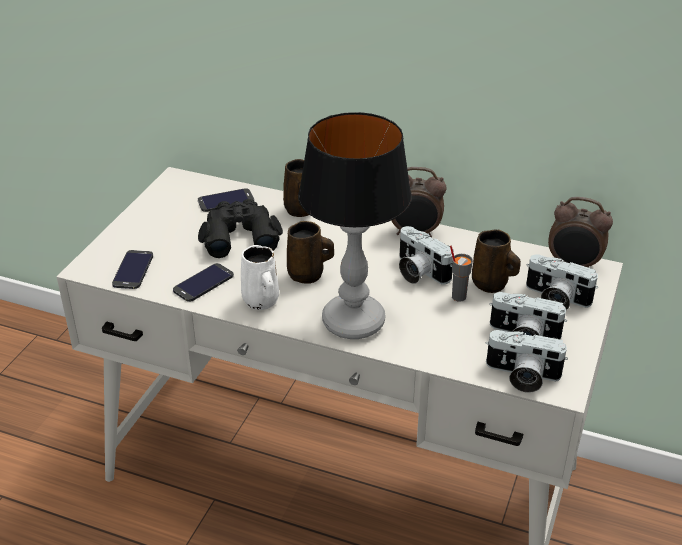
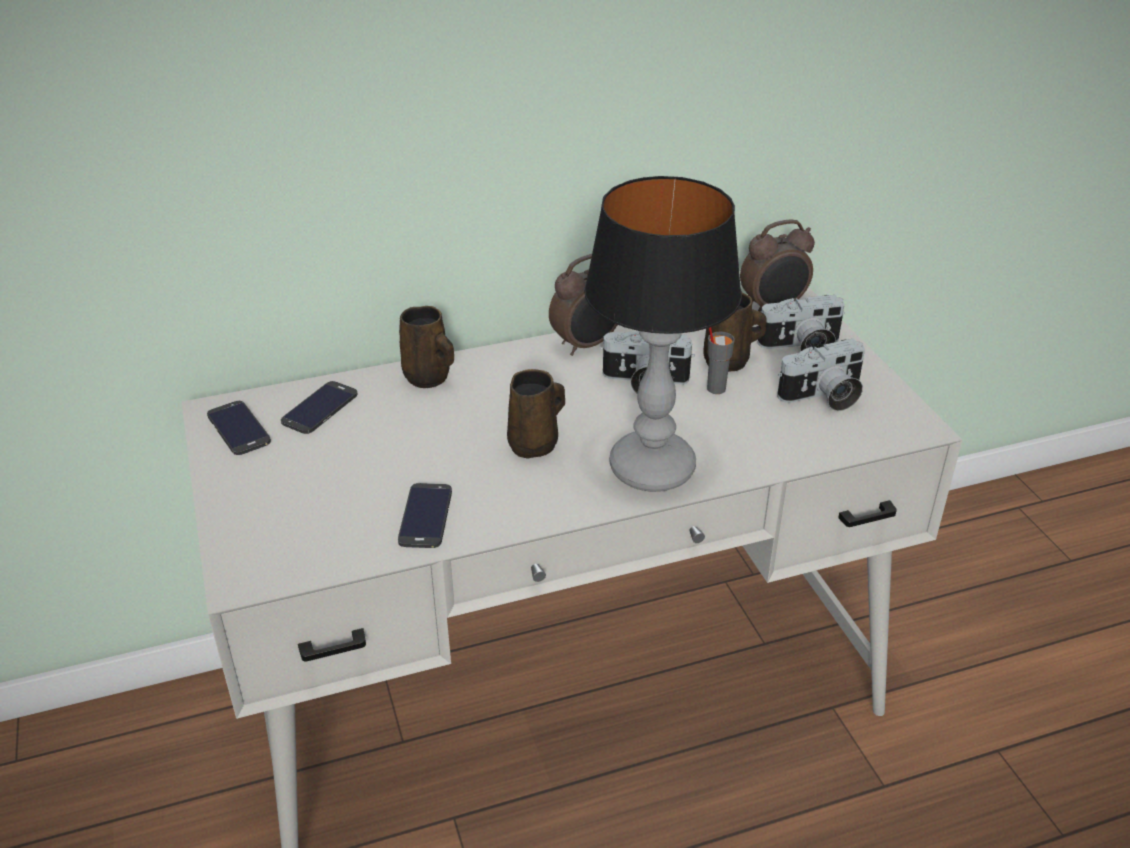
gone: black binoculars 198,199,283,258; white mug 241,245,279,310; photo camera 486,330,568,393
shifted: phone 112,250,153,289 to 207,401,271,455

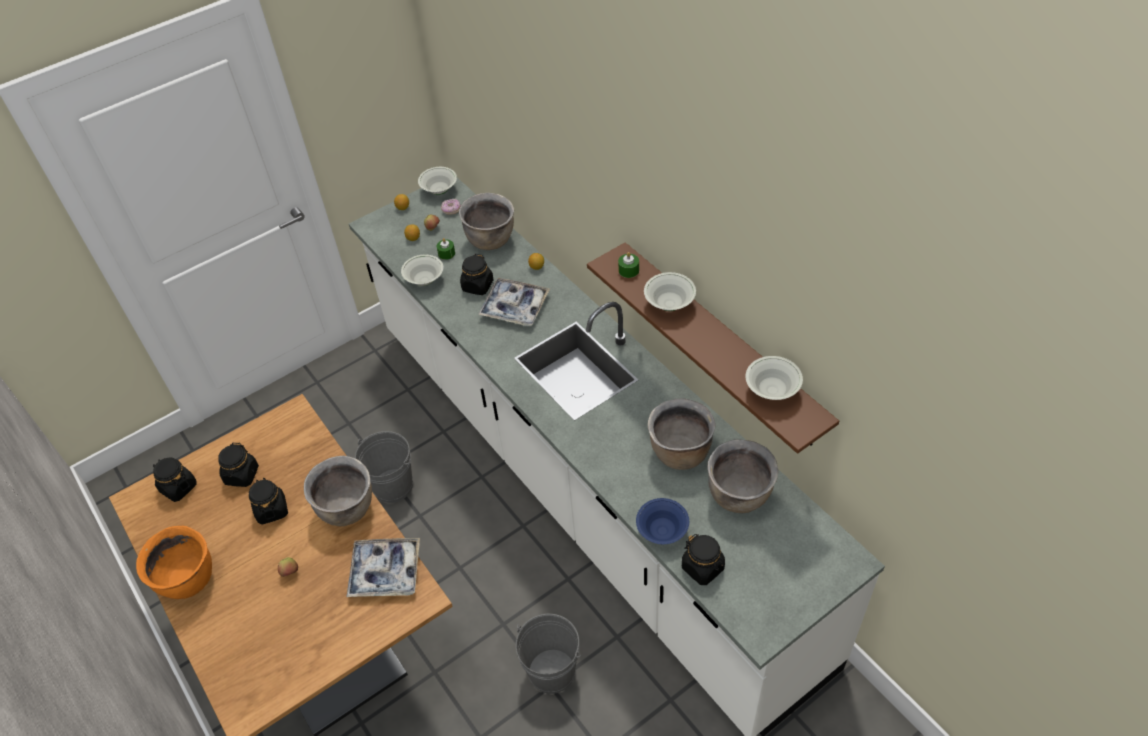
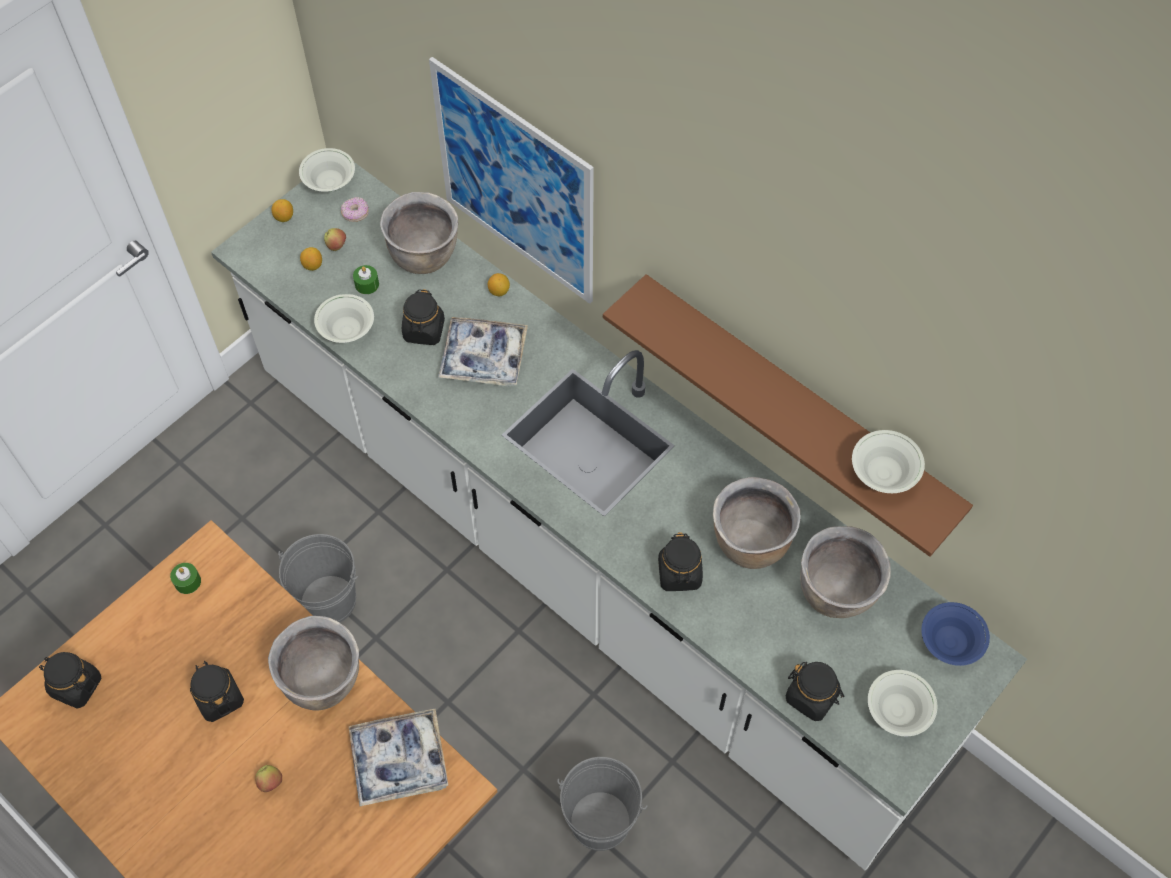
gone: orange cooking pot 136,526,212,599
new: picture 429,57,594,304
shifted: black jar 218,442,259,487 to 658,532,703,591; green candle 618,252,639,278 to 170,563,201,594; blue bowl 636,498,689,544 to 921,602,990,666; white bowl 644,272,696,311 to 868,670,937,736

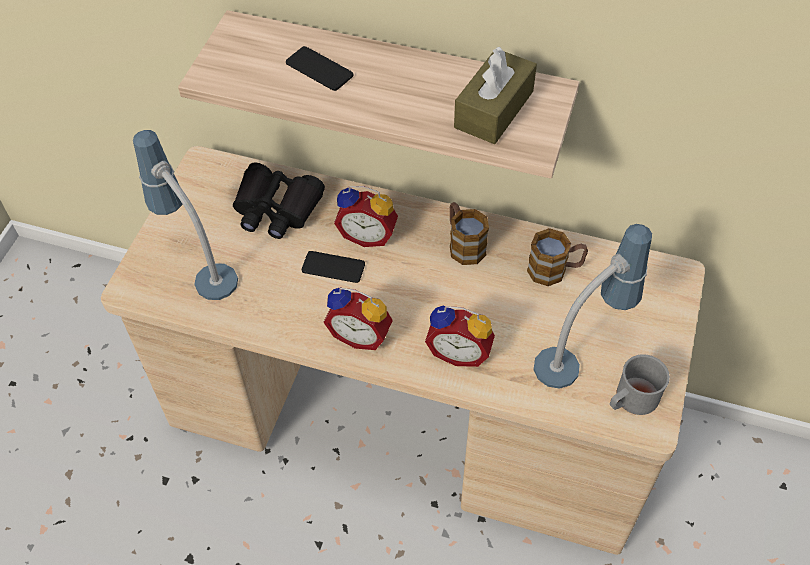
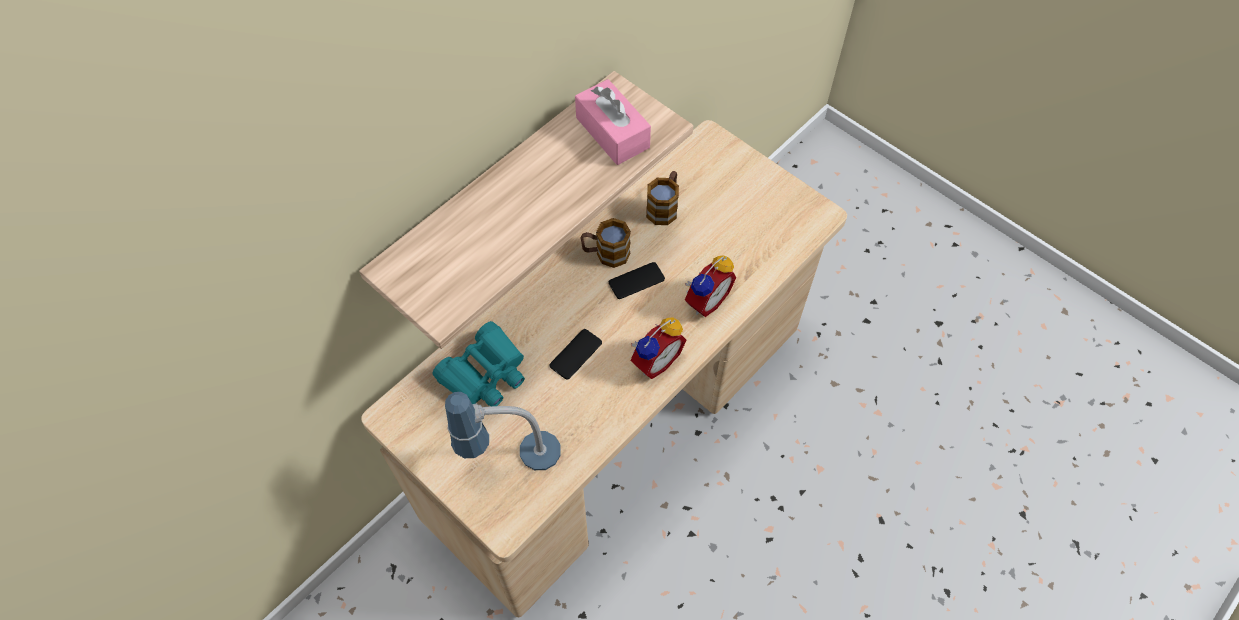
gone: alarm clock 334,186,398,247; table lamp 533,224,652,389; grey mug 610,354,670,415
shifted: phone 286,46,354,91 to 609,262,665,299
repainted: black binoculars 233,162,325,239 to turquoise binoculars 432,321,525,406; brown tissue box 454,47,537,144 to pink tissue box 575,79,651,165

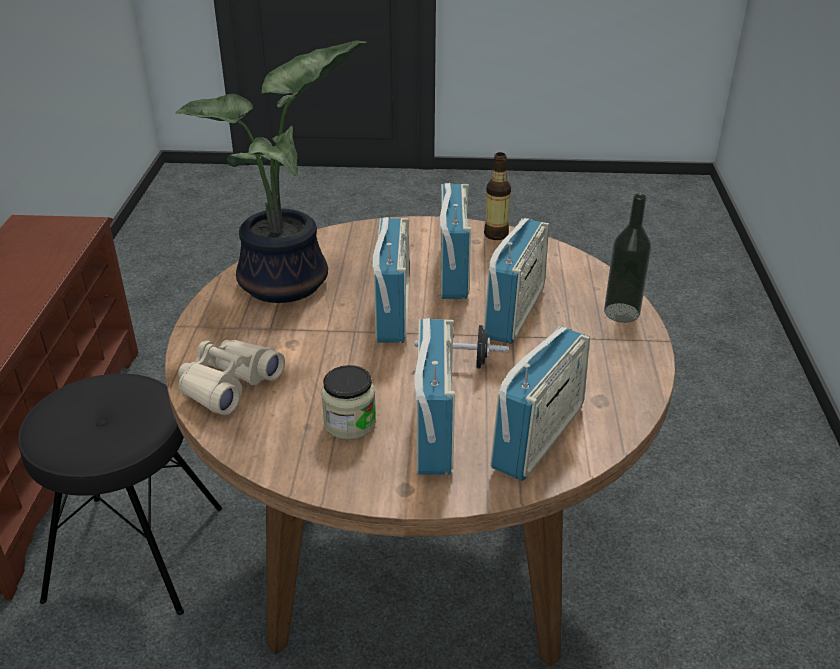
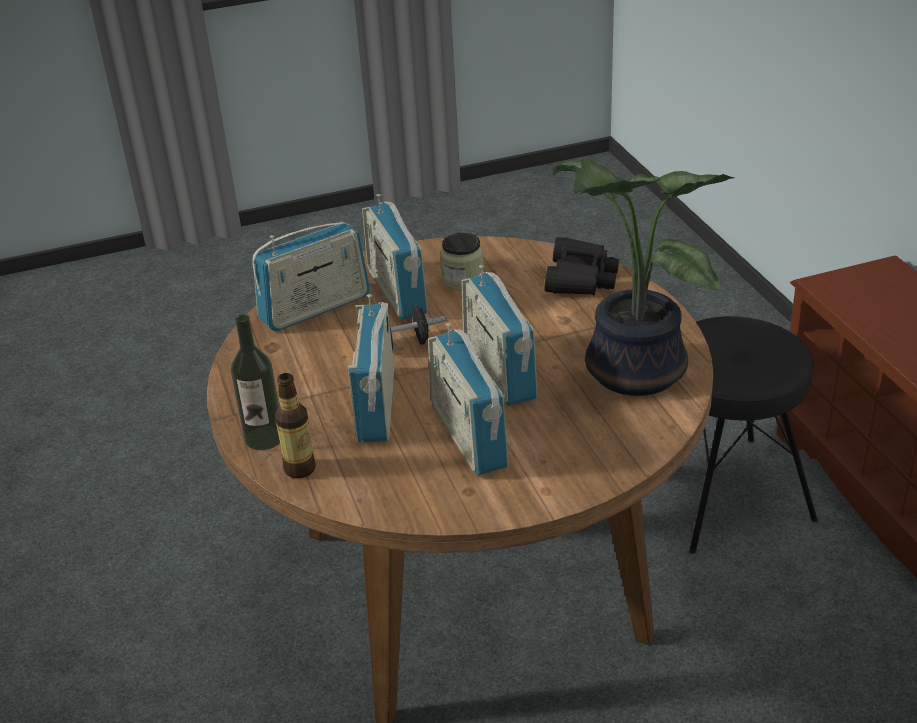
shifted: bottle 484,152,511,240 to 275,373,316,478
repainted: beige binoculars 178,340,285,415 to black binoculars 544,237,619,295
rotated: radio 490,326,590,481 = 253,222,370,331 135 degrees counterclockwise

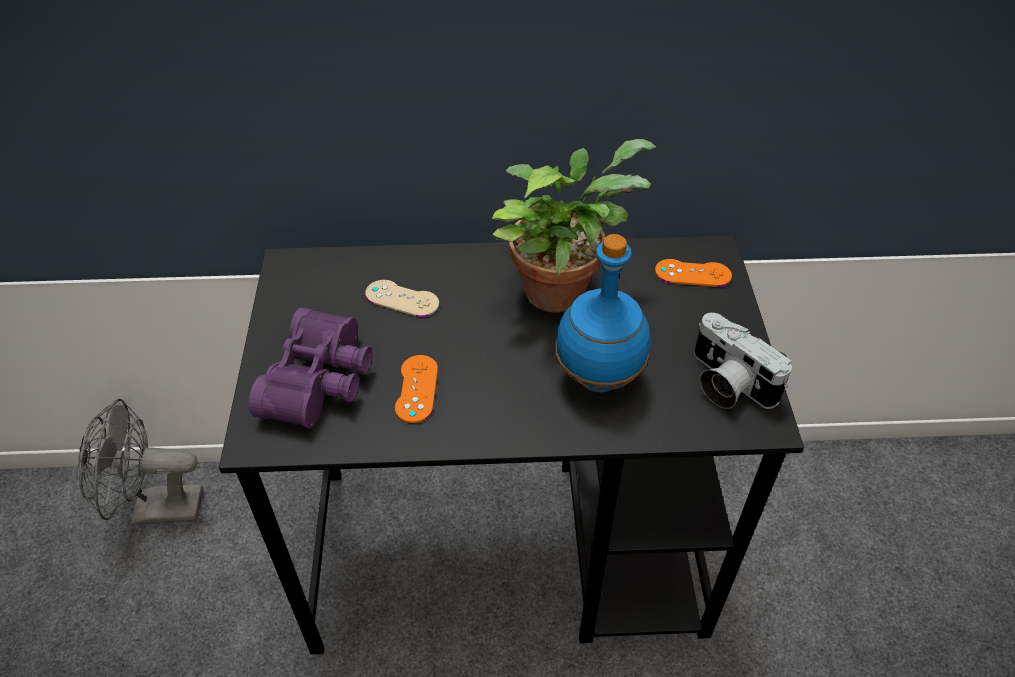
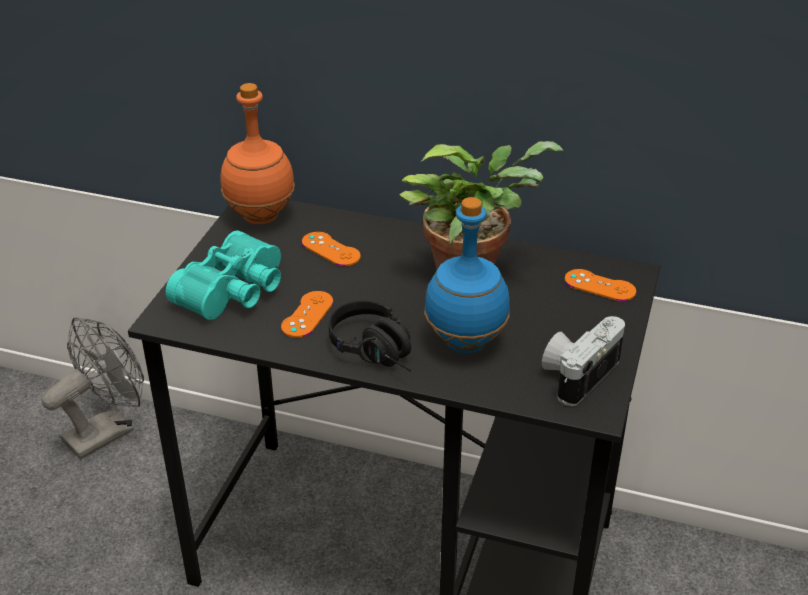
new: orange bottle 220,83,295,224; black headphones 329,301,411,371
repainted: purple binoculars 249,307,372,429 to turquoise binoculars 166,230,281,320; beige game controller 365,280,439,317 to orange game controller 302,232,361,266
rotated: grey fan 78,399,203,525 = 41,317,144,459 120 degrees clockwise; photo camera 694,313,792,409 = 542,316,625,406 60 degrees clockwise

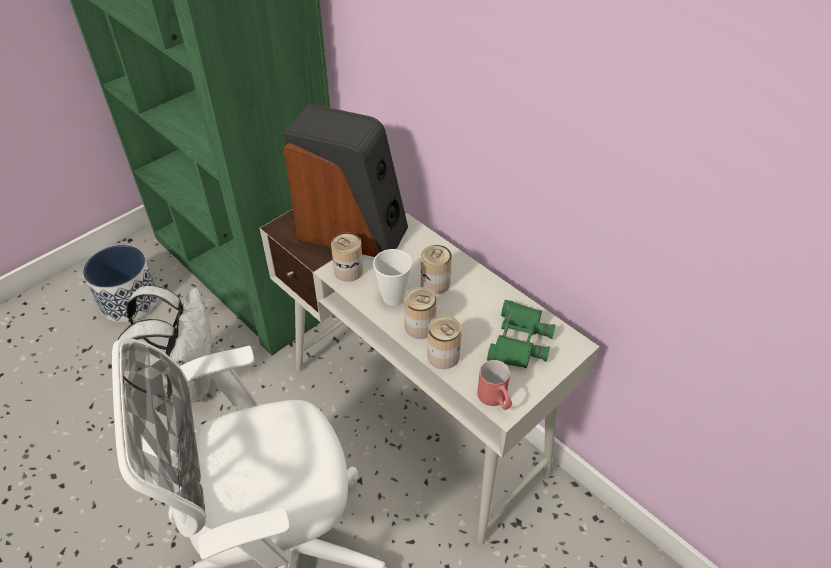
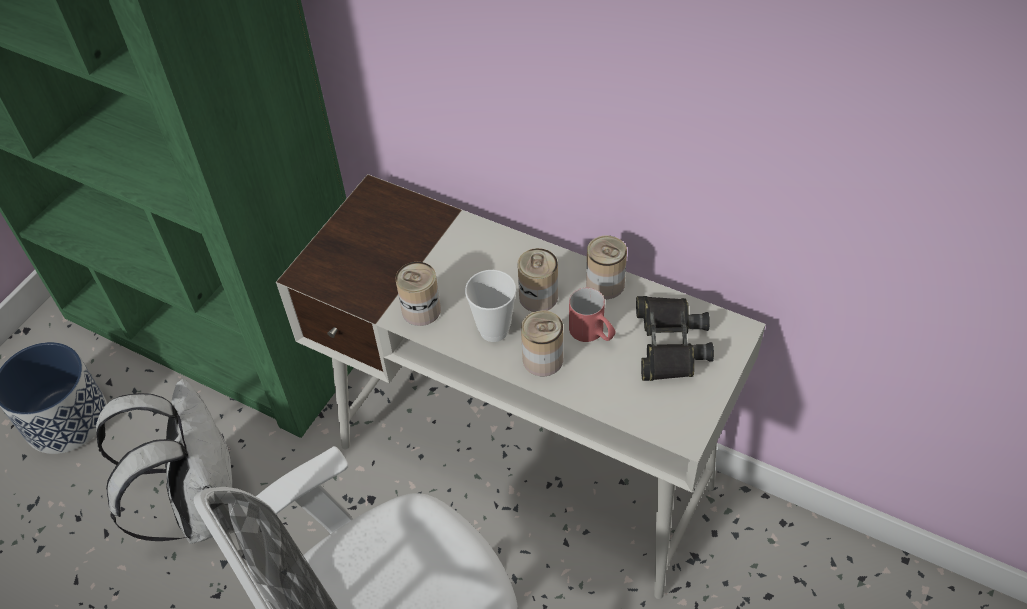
gone: speaker 283,103,408,257
shifted: can 427,316,462,369 to 586,235,627,299; red mug 477,360,512,410 to 569,288,616,342
repainted: green binoculars 487,300,555,368 to black binoculars 636,296,714,381

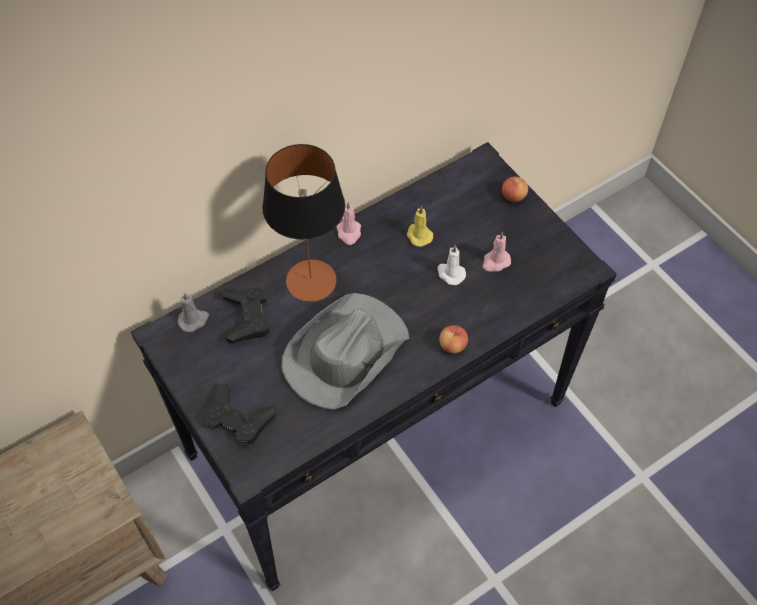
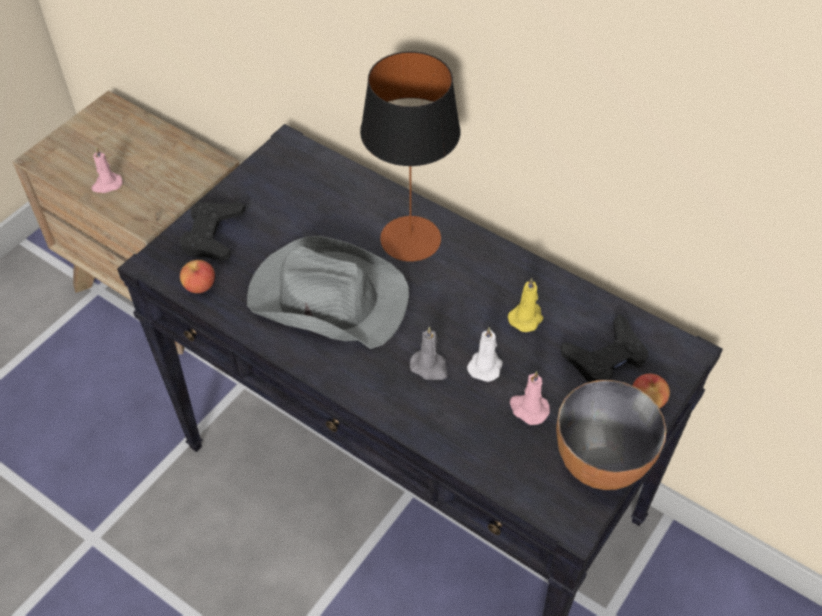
new: bowl 556,380,667,490
shifted: grey candle 178,292,209,332 to 410,326,448,380; black game controller 221,288,271,343 to 561,314,649,382; pink candle 336,202,361,245 to 92,147,123,193; apple 439,325,468,354 to 180,260,215,293

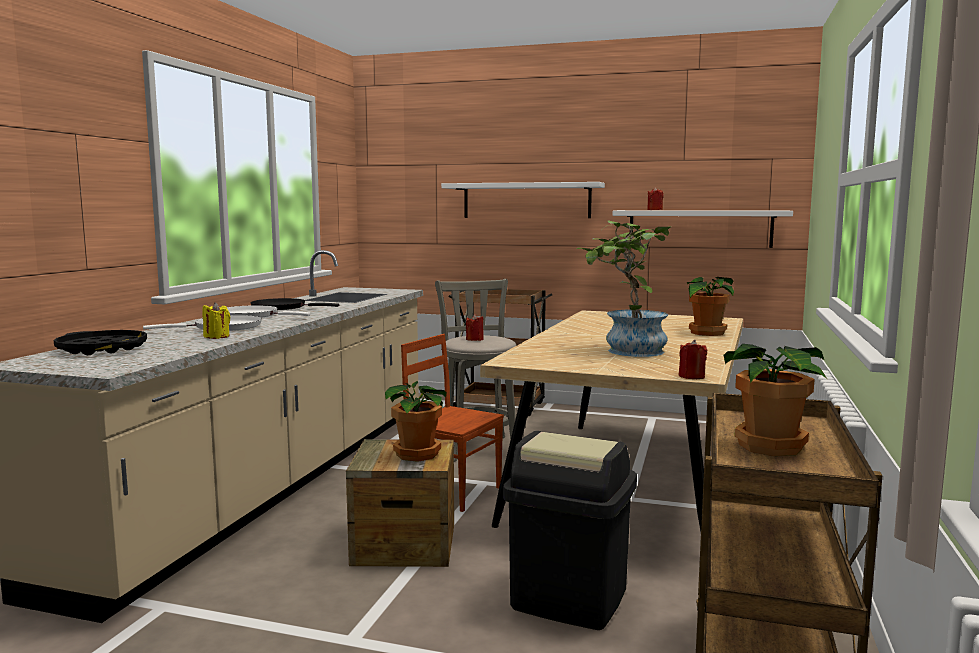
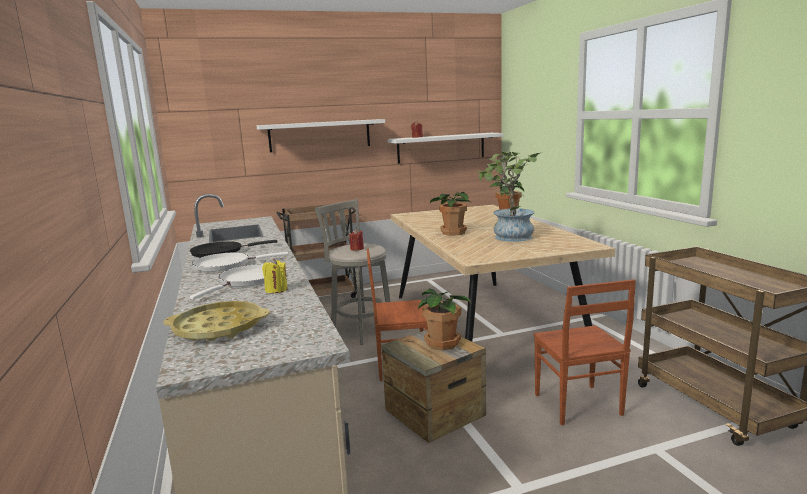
gone: red candle 679,340,707,379
shifted: potted plant 724,344,827,456 to 430,192,470,236
swapped: black trash can 503,431,637,630 to brown chair 534,279,636,425
repainted: black tray 54,330,147,355 to yellow tray 163,301,269,341

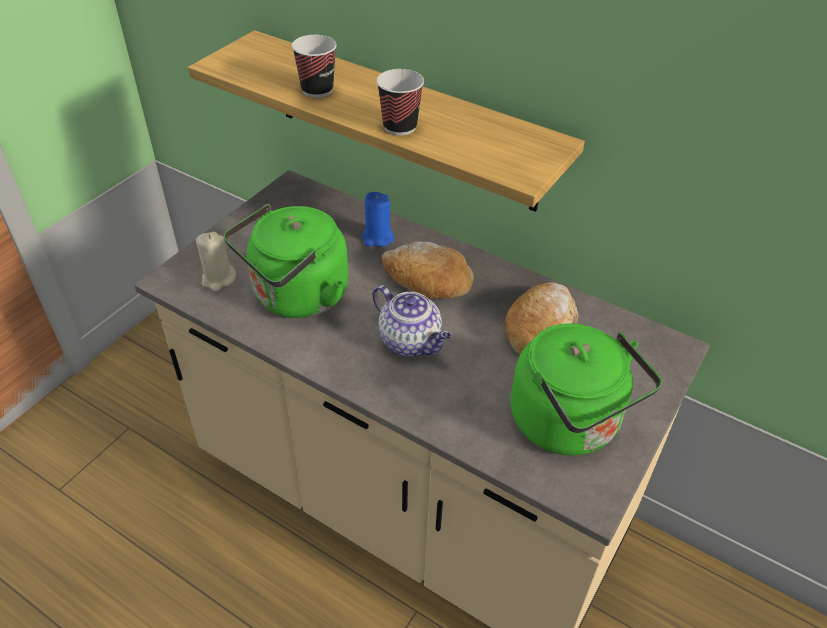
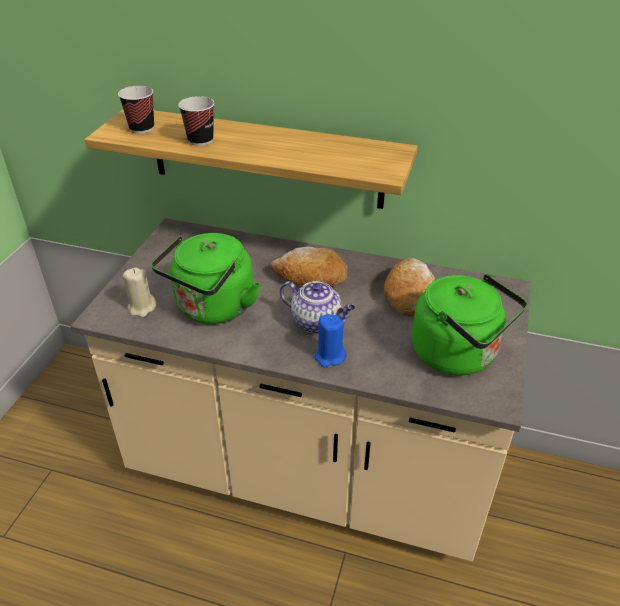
shifted: blue candle 361,192,394,247 to 314,314,347,368; cup 376,69,424,136 to 118,86,154,134

